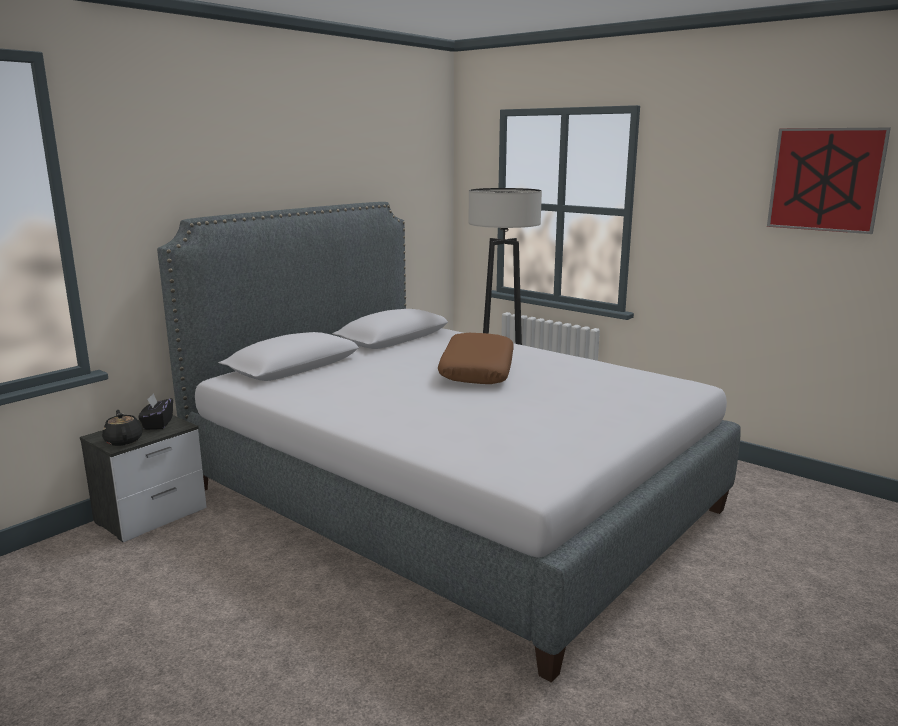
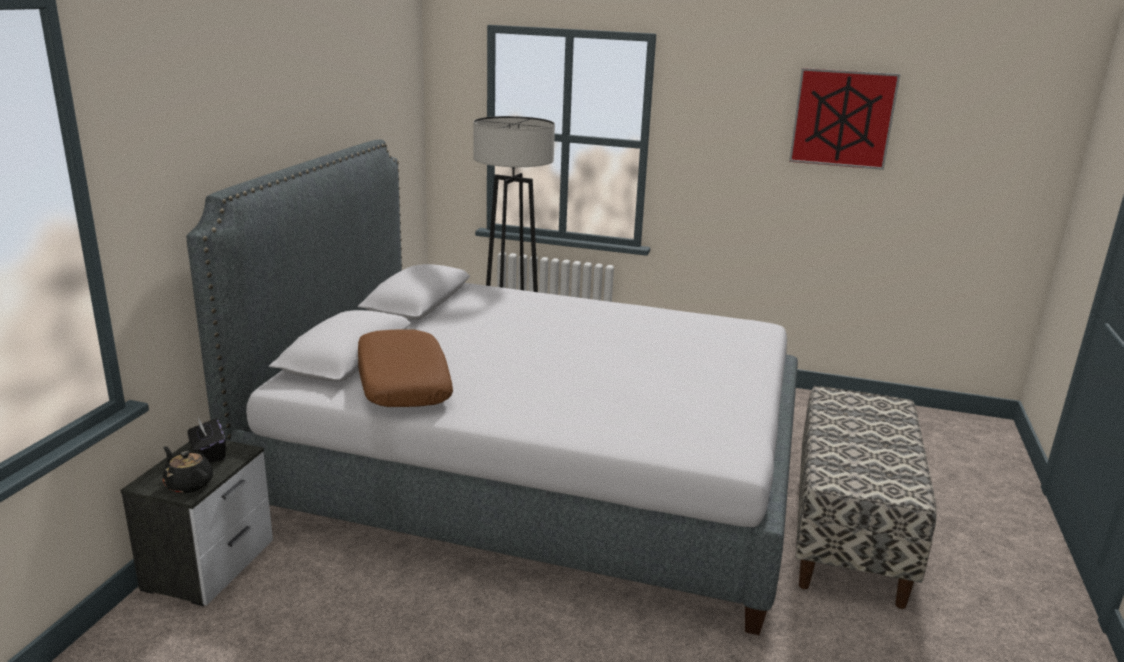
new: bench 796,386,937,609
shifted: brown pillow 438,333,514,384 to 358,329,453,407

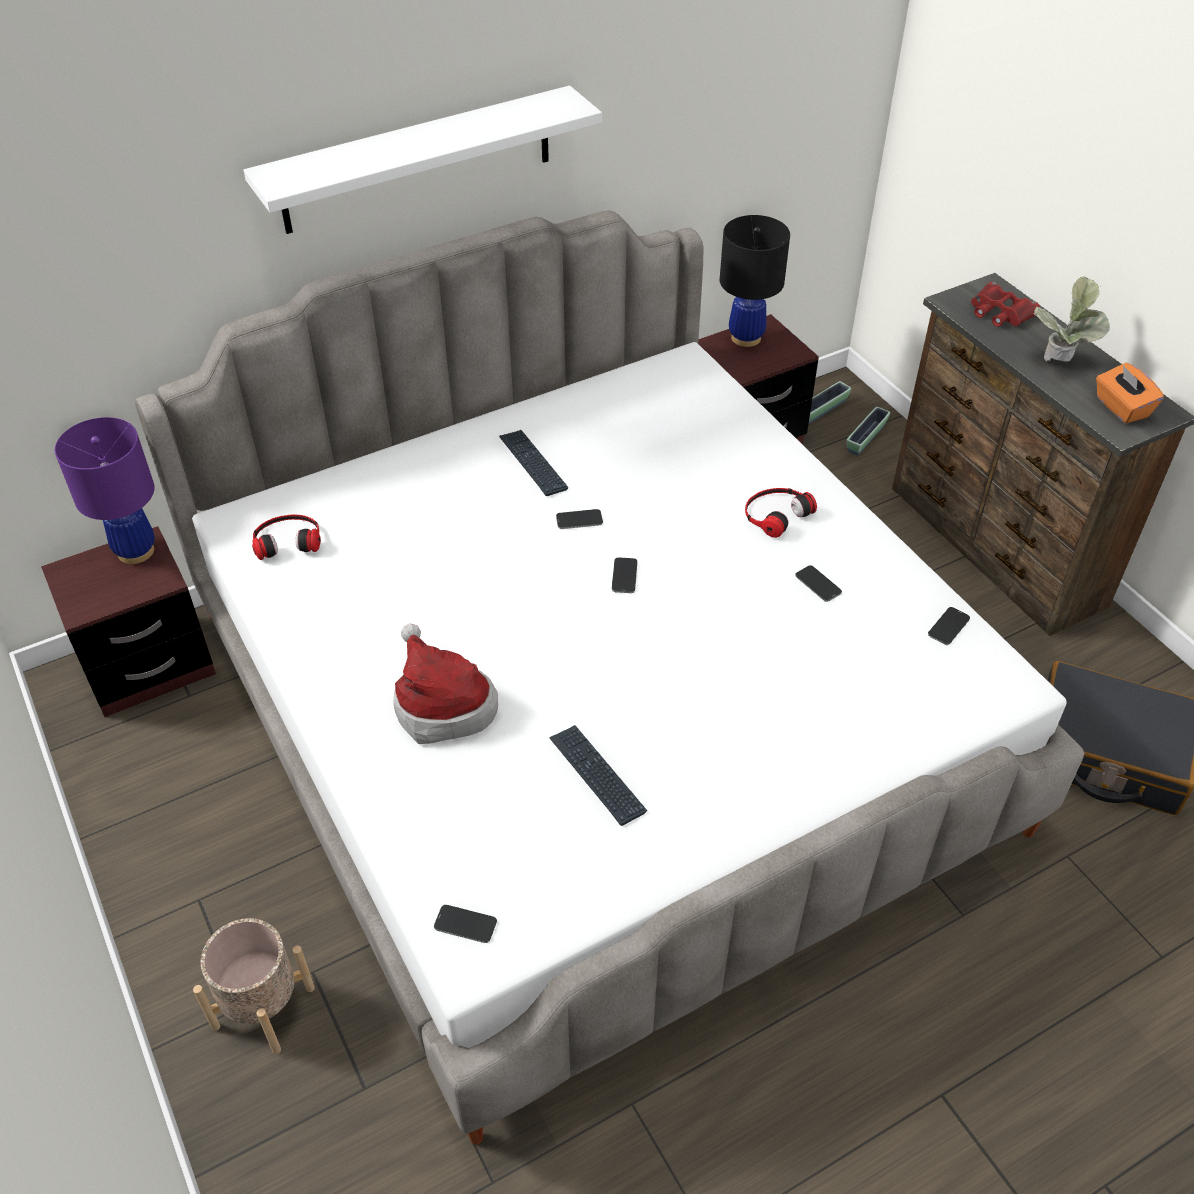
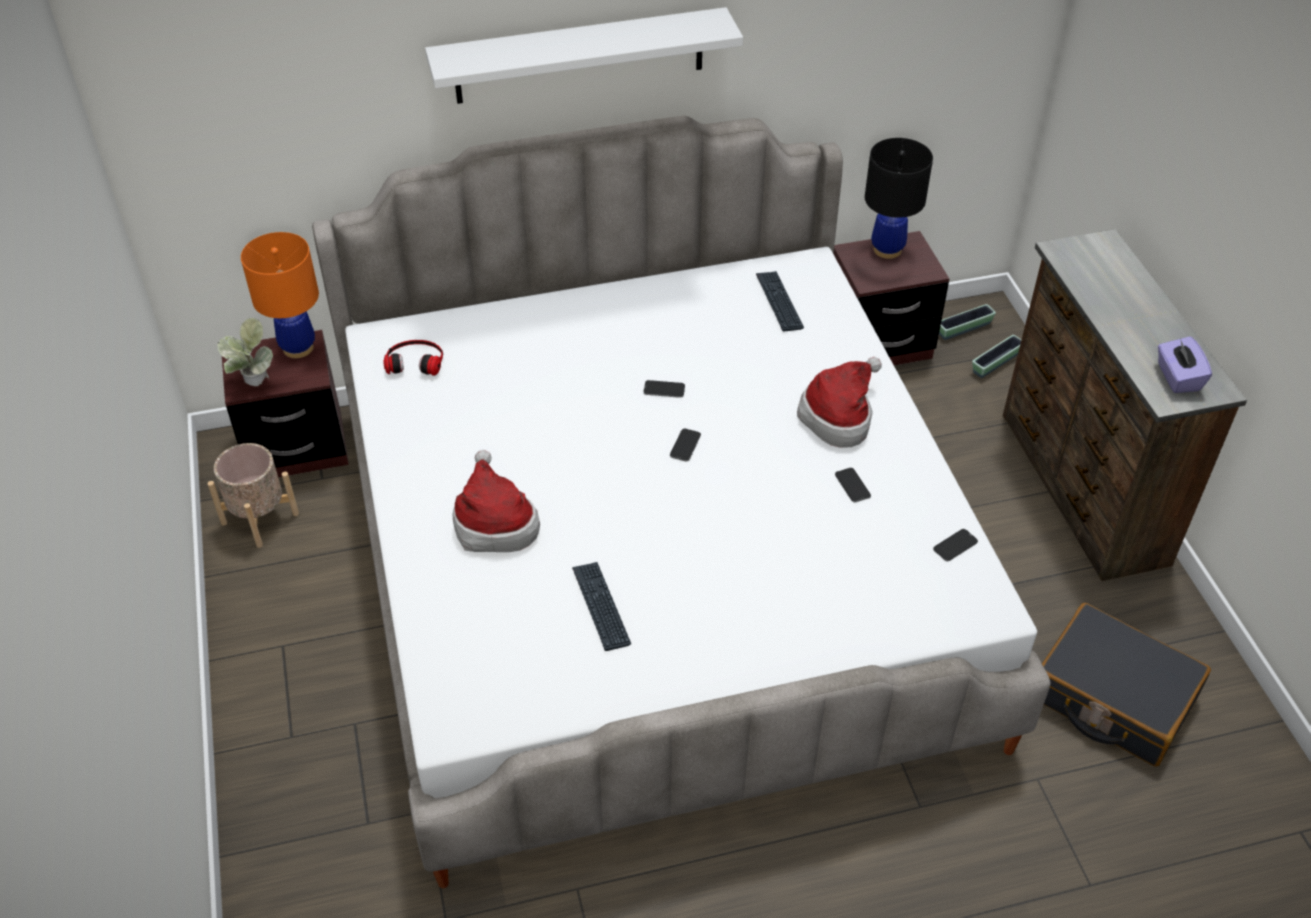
gone: phone 434,905,497,943; red binoculars 971,282,1040,327
shifted: beige planter 193,918,315,1054 to 207,443,299,548; keyboard 499,430,569,496 to 756,271,804,332; potted plant 1033,277,1110,361 to 217,318,273,386
swapped: headphones 745,488,817,538 to hat 797,357,882,448
repainted: purple table lamp 55,417,155,564 to orange table lamp 241,232,319,358; orange tissue box 1096,363,1164,423 to purple tissue box 1158,336,1212,393

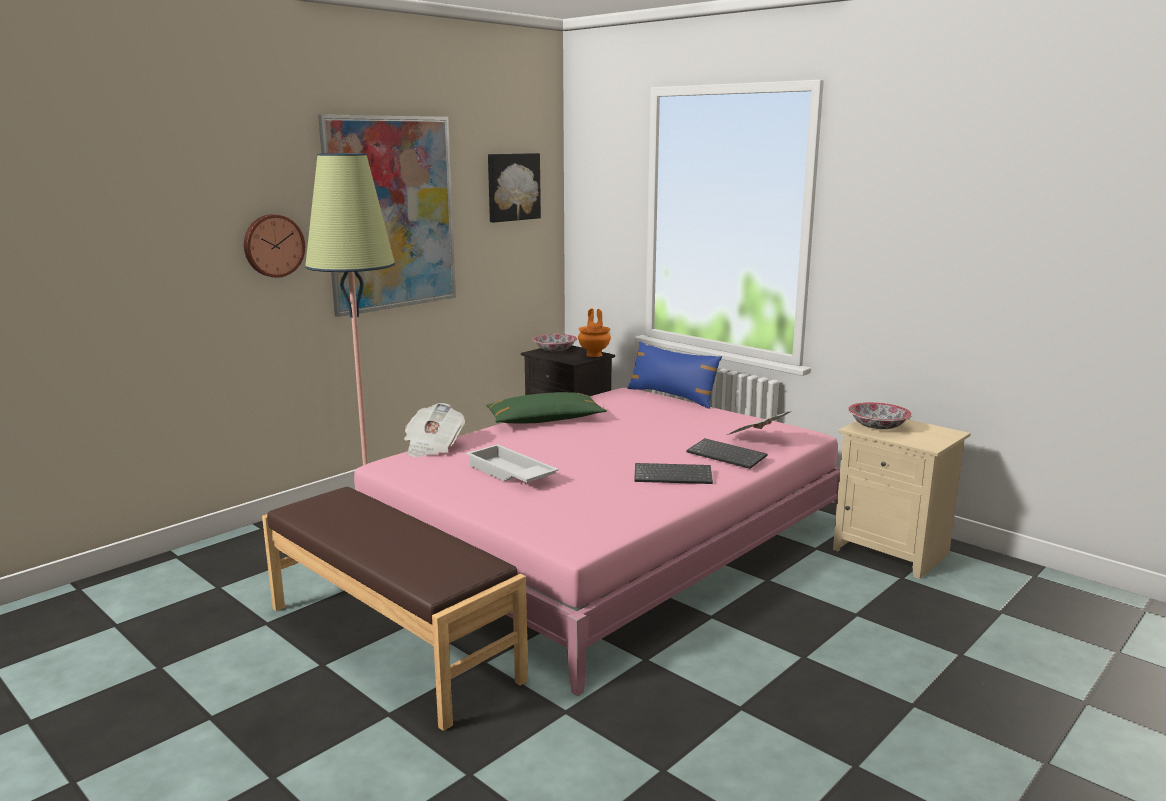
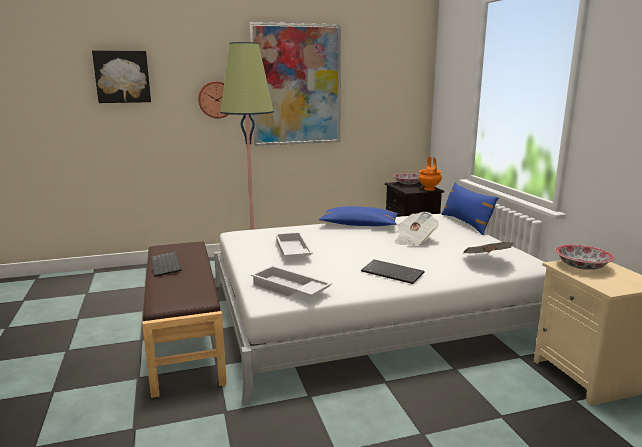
new: white tray 251,265,332,297
shifted: newspaper 404,403,465,457 to 395,212,439,245; picture 488,153,541,222 to 92,50,151,103; keyboard 686,438,767,469 to 151,251,182,277
repainted: pink bed 354,388,840,696 to white bed 214,214,546,405; green pillow 486,392,607,423 to blue pillow 319,206,399,226

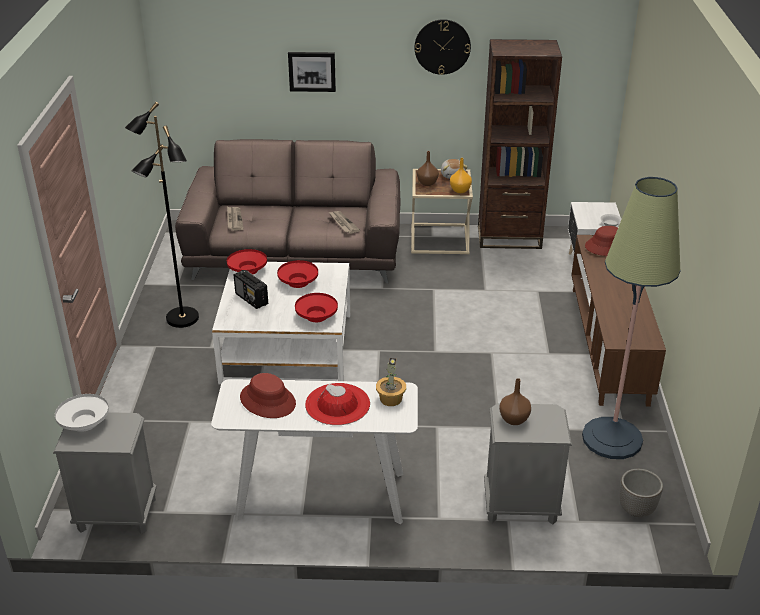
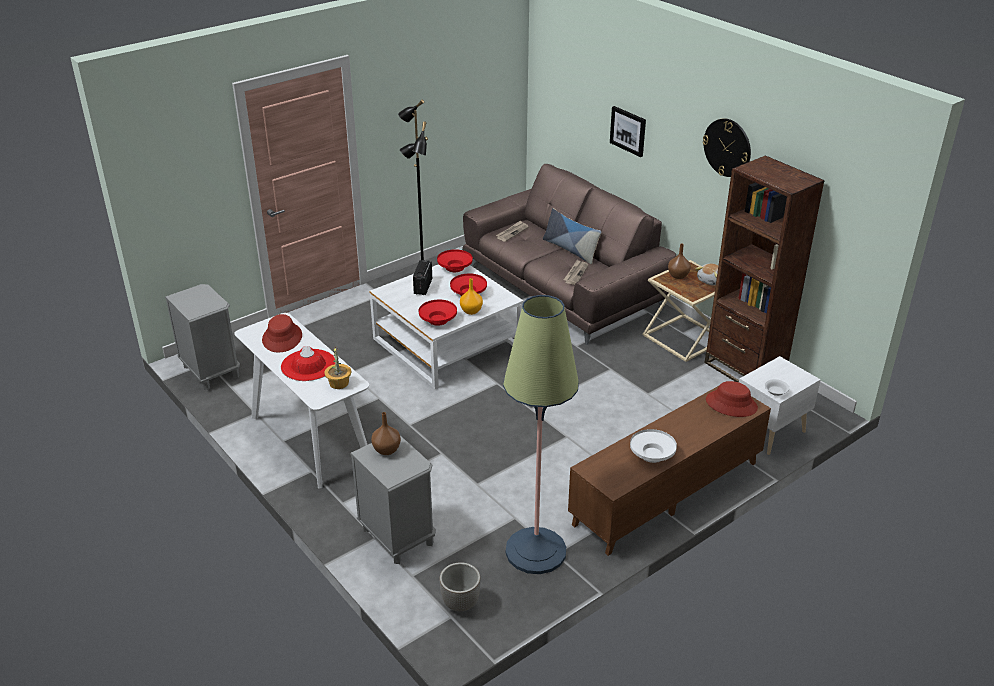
new: pillow 543,208,601,264
shifted: white bowl 55,394,109,432 to 630,429,677,463; orange vase 450,158,472,193 to 460,278,483,315

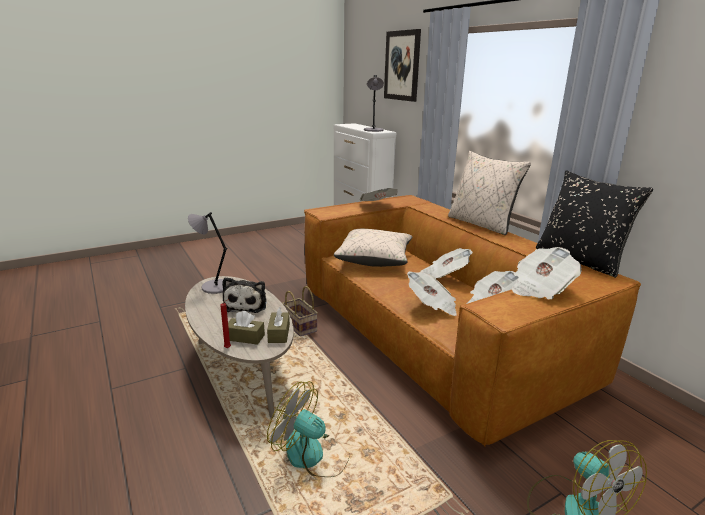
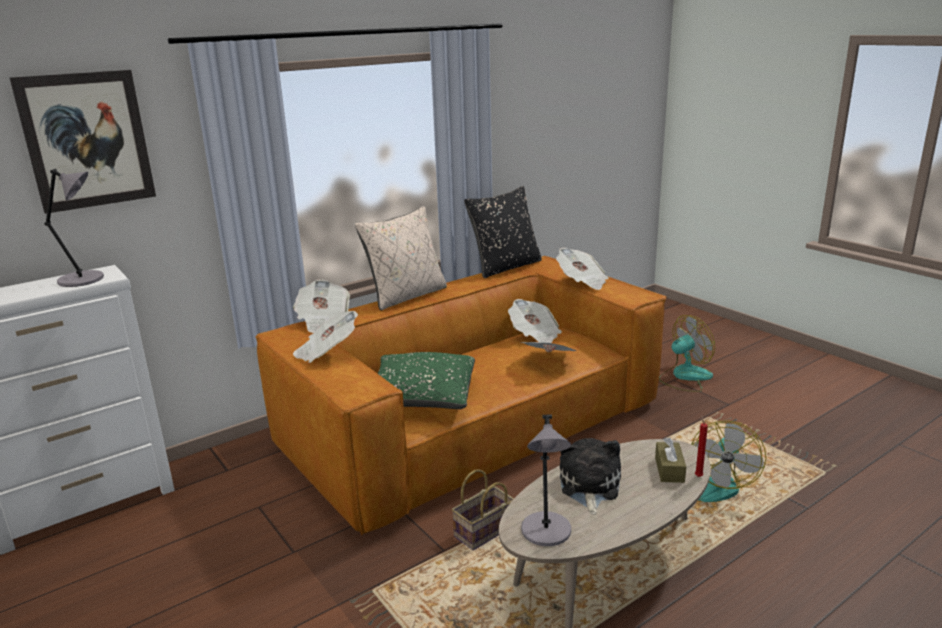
gone: brown tissue box 267,307,290,343
shifted: newspaper 420,248,473,278 to 293,280,350,333
repainted: beige pillow 334,229,412,267 to green pillow 378,352,475,409
rotated: plush toy 222,277,267,313 = 560,438,621,514 75 degrees counterclockwise

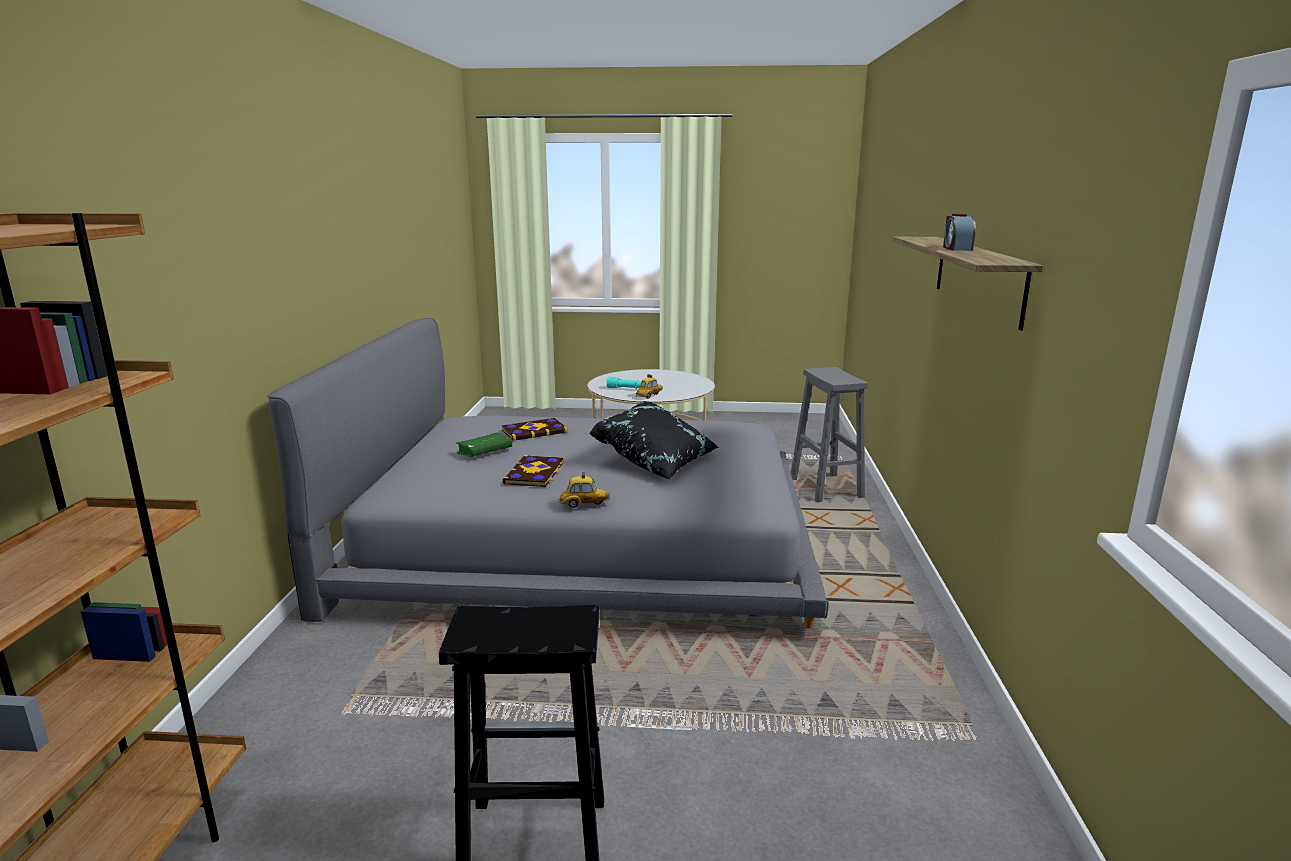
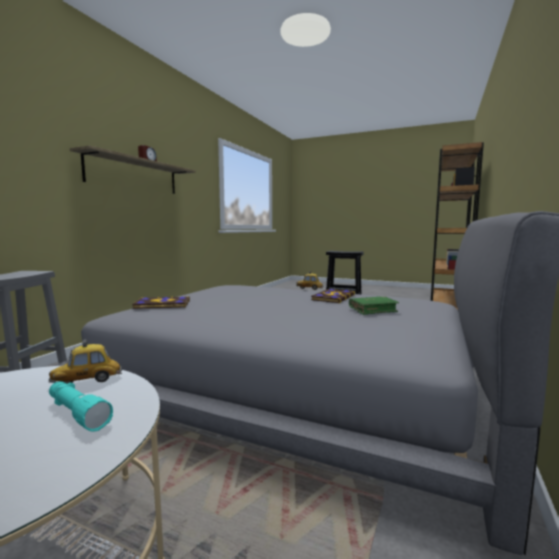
gone: black pillow 589,401,719,479
shifted: book 502,418,568,441 to 132,296,190,309

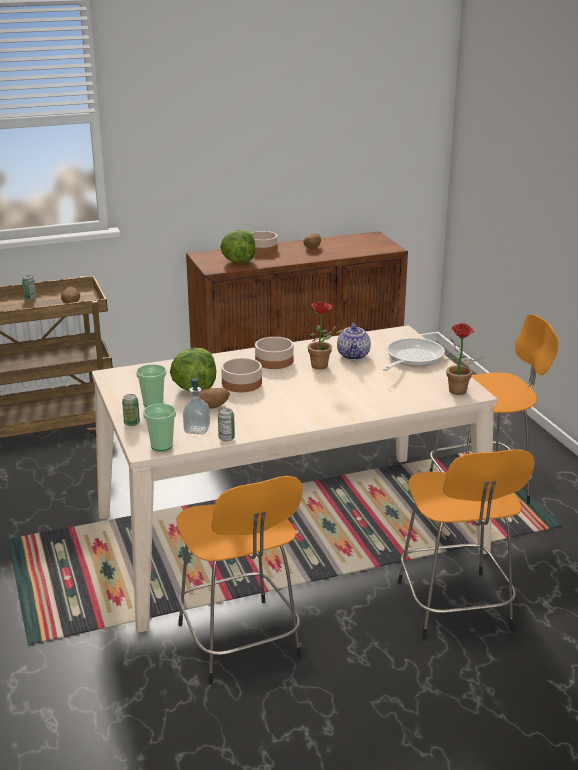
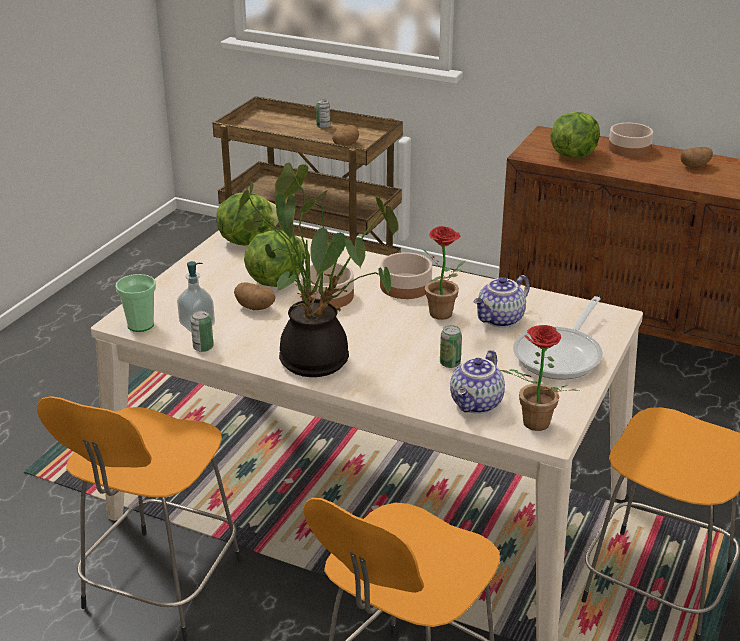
gone: cup 136,364,166,407
new: lettuce 216,193,279,246; potted plant 230,162,399,377; teapot 450,350,505,414
shifted: can 122,394,140,426 to 440,325,462,368
rotated: frying pan 383,338,445,371 = 513,296,603,380 135 degrees clockwise

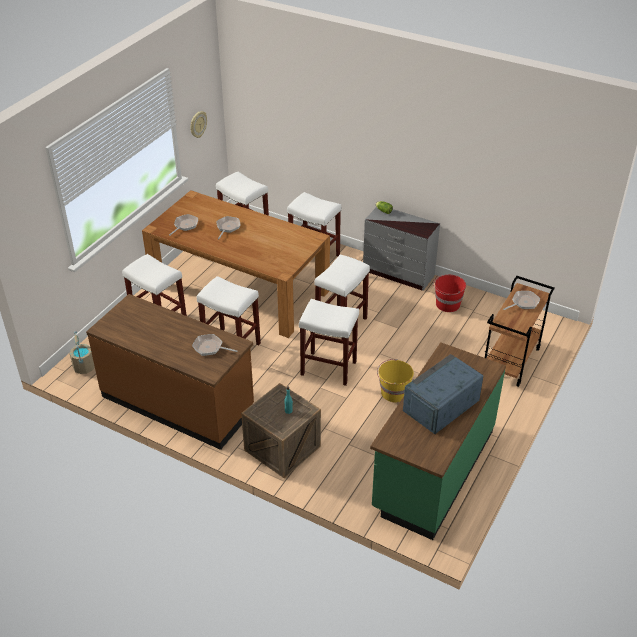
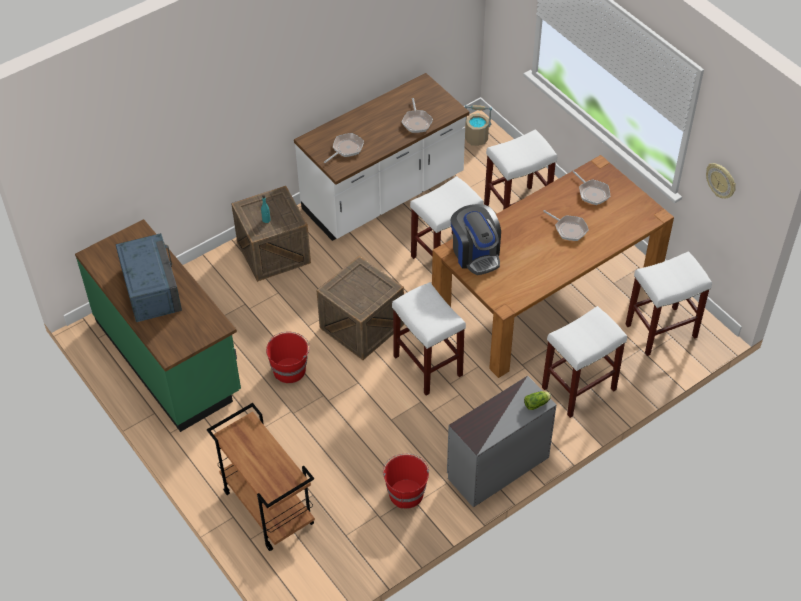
new: coffee machine 451,204,501,275
shifted: frying pan 503,291,540,310 to 402,98,433,133
swapped: white stool 299,299,359,386 to crate 316,256,404,360
repainted: brown counter 86,294,254,450 to white counter 294,73,469,241; yellow bucket 377,359,414,402 to red bucket 266,332,310,383

